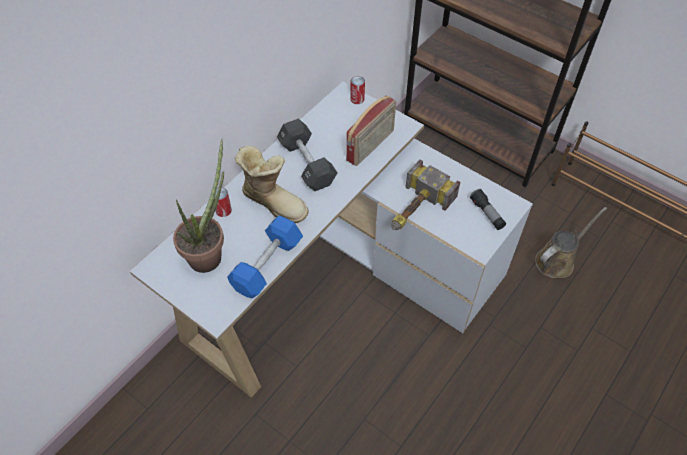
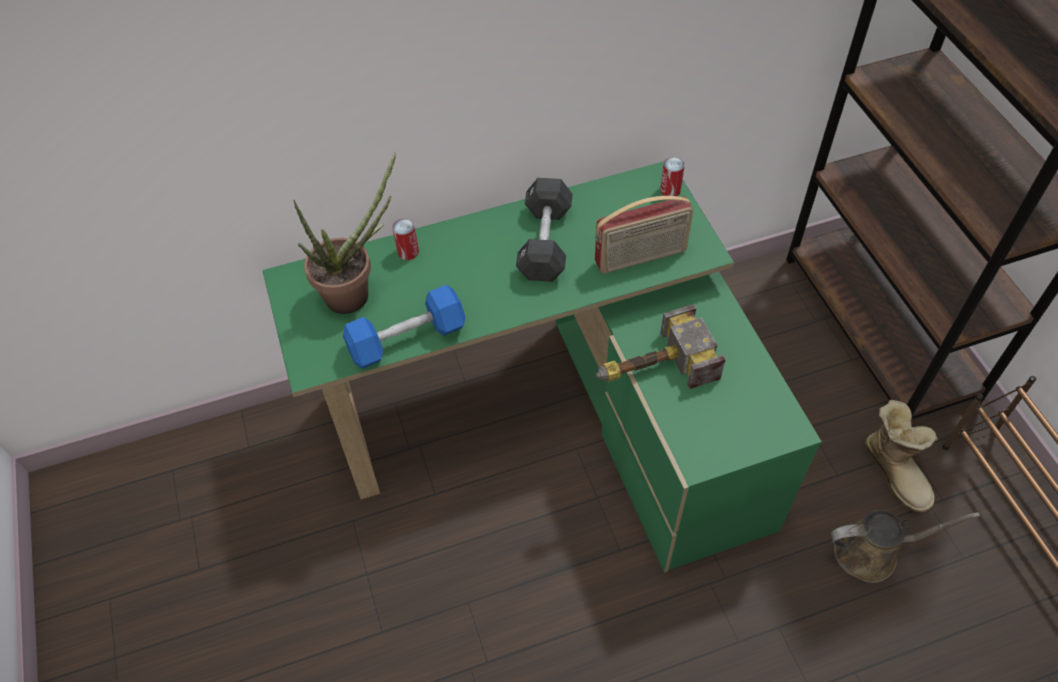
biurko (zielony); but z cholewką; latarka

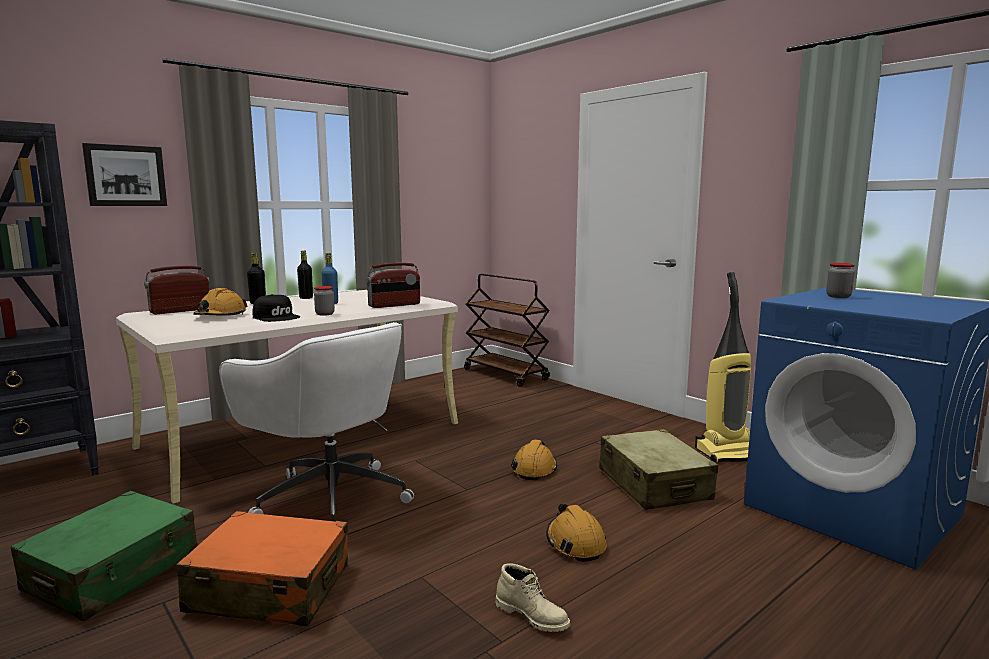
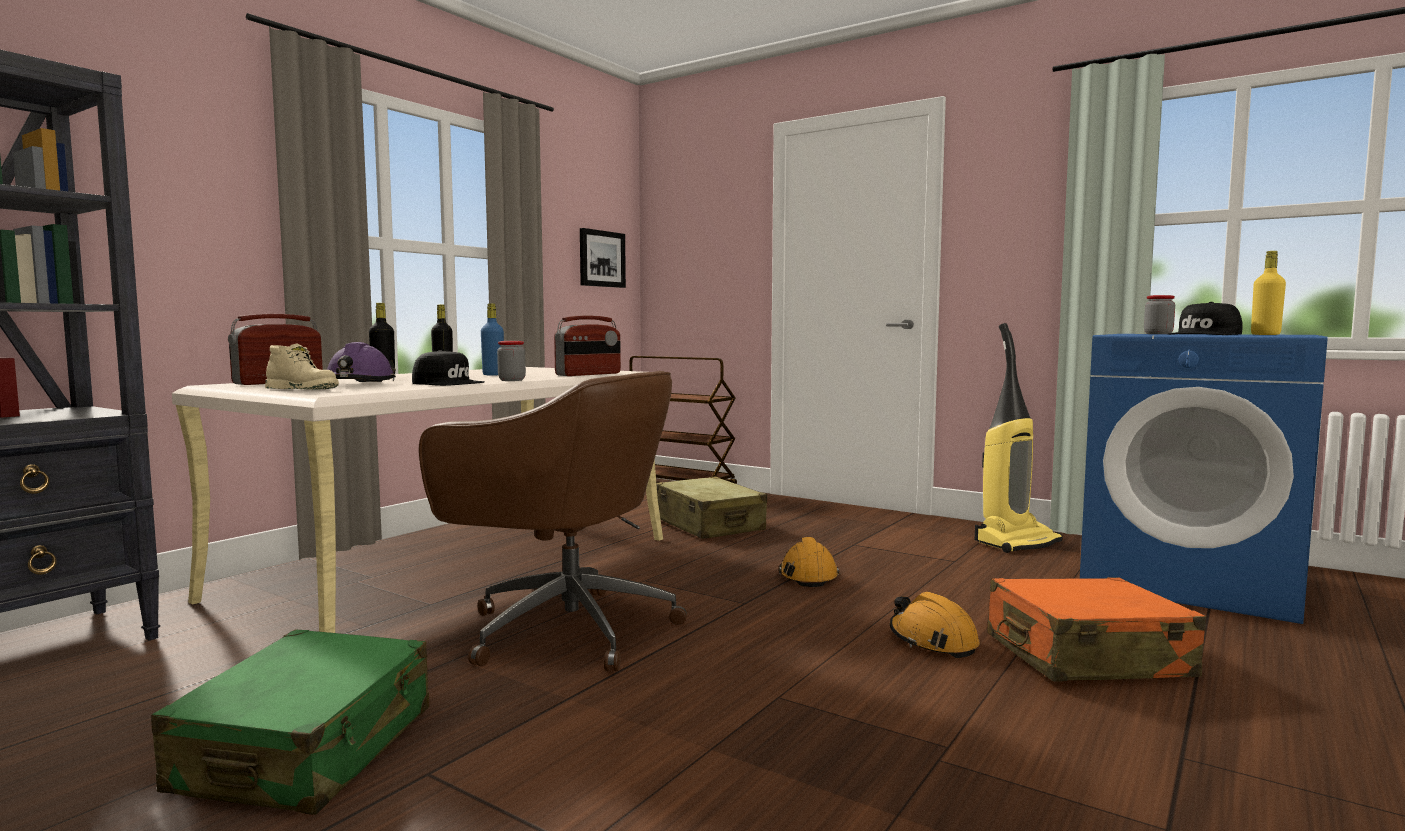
obraz; walizka (pomarańczowy); kask (fioletowy); krzesło biurowe (brązowy); but z cholewką (beżowy); walizka (beżowy); czapka z daszkiem (czarny) (2nd from left); butelka (żółty)

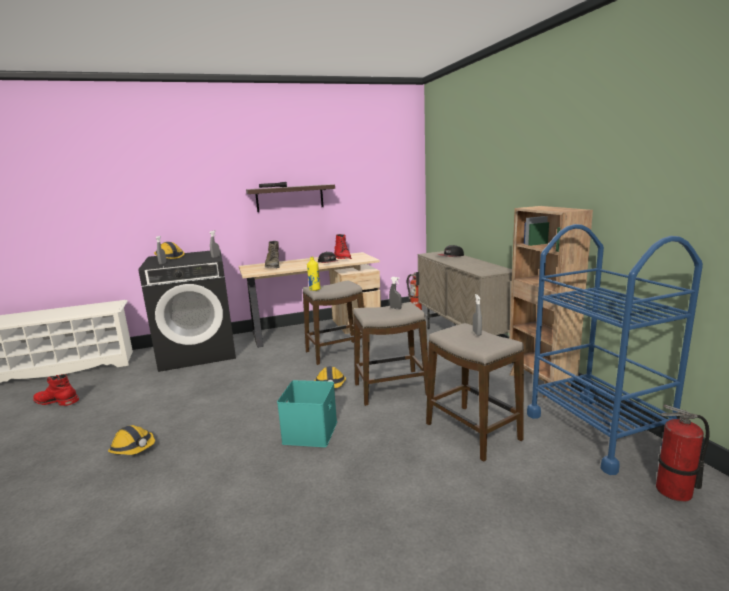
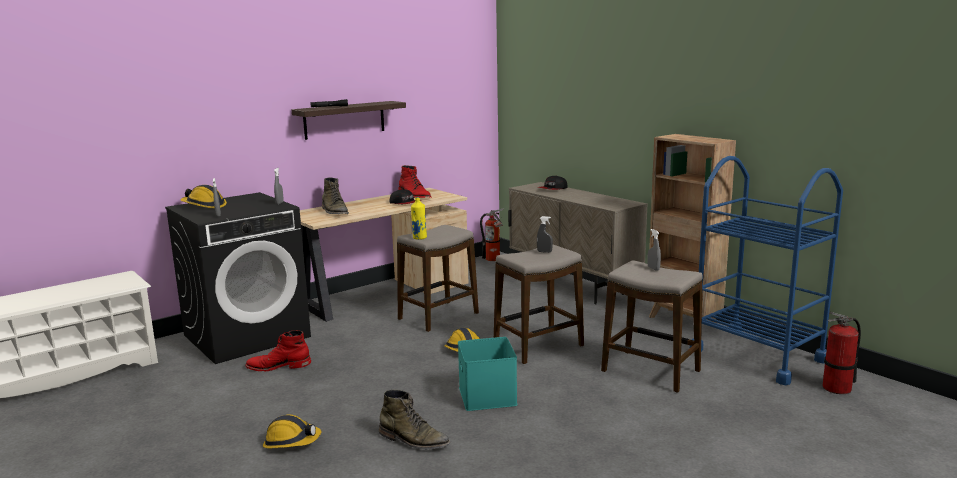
but z cholewką (czerwony) (1st from left); but z cholewką (zielony) (2nd from left)

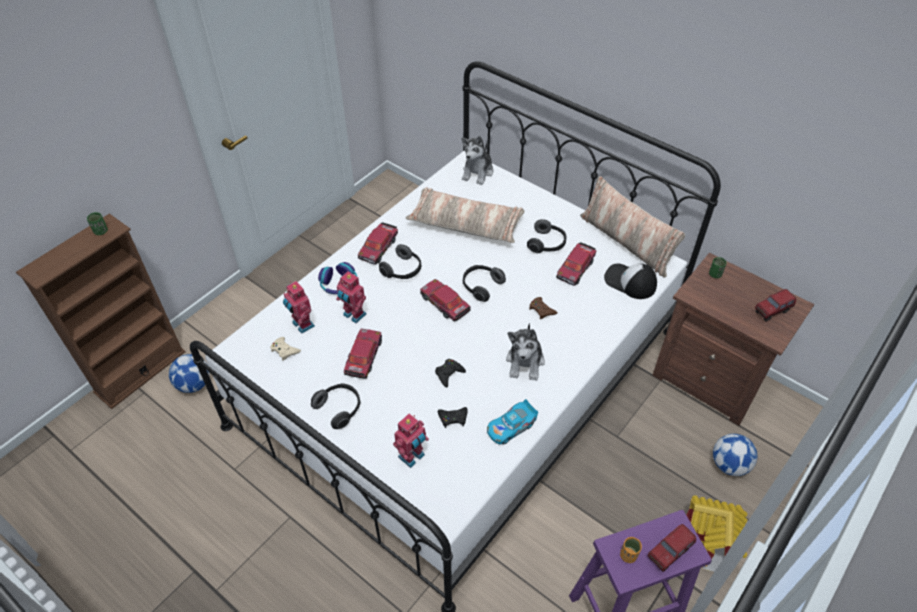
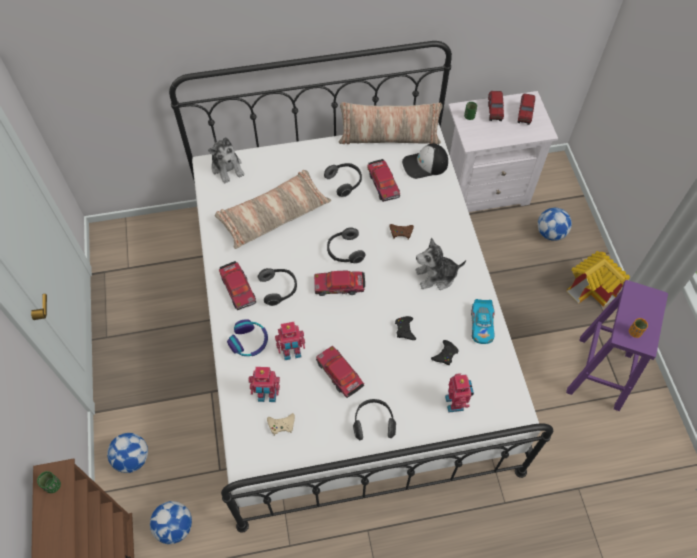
pluszak (2nd from left); ciężarówka zabawkowa (1st from left); szafka nocna (biały); piłka futbolowa (1st from left)

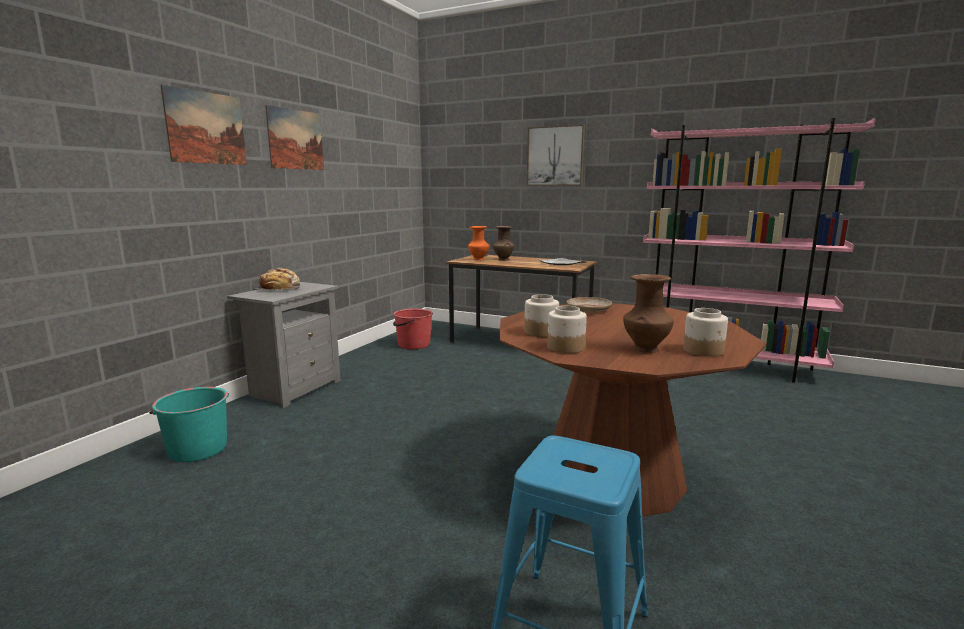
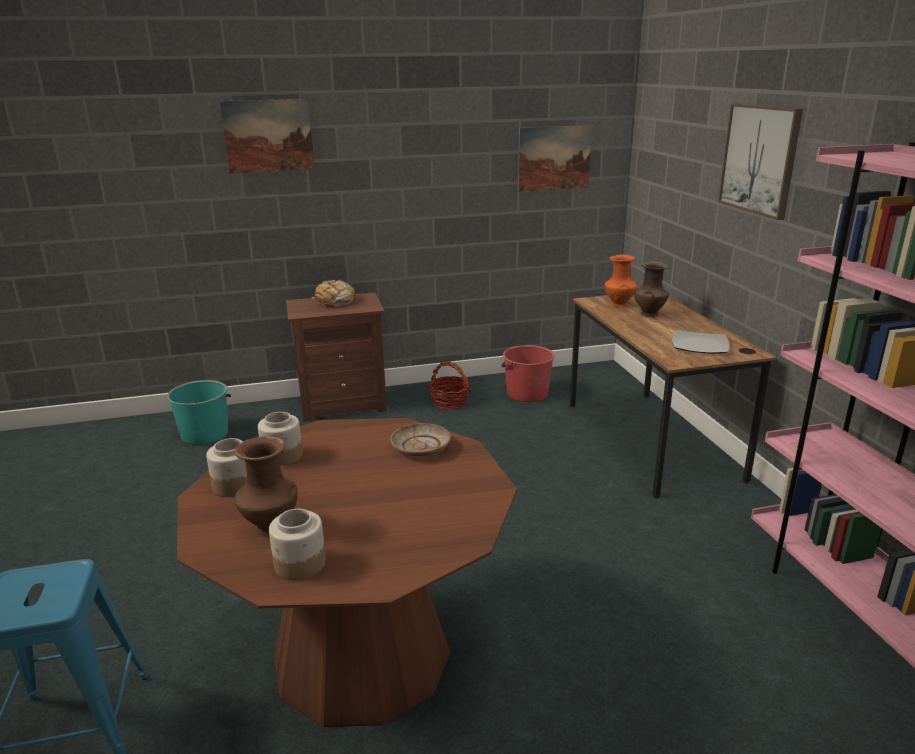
szafka nocna (brązowy); obraz (2nd from left); koszyk

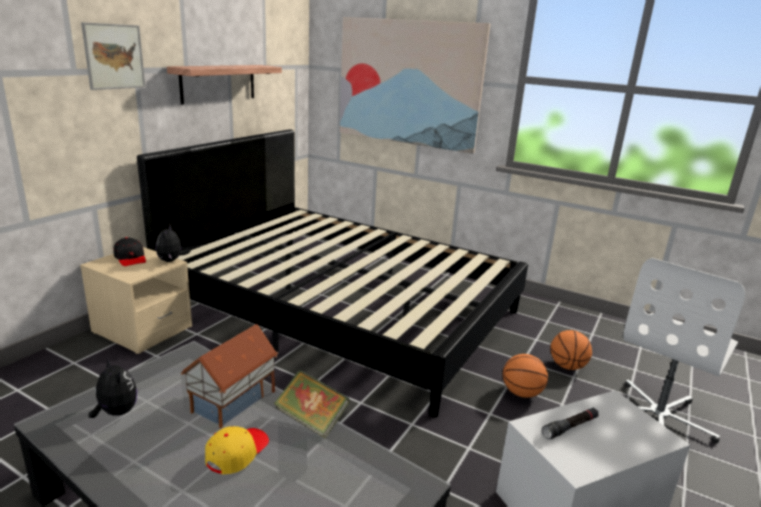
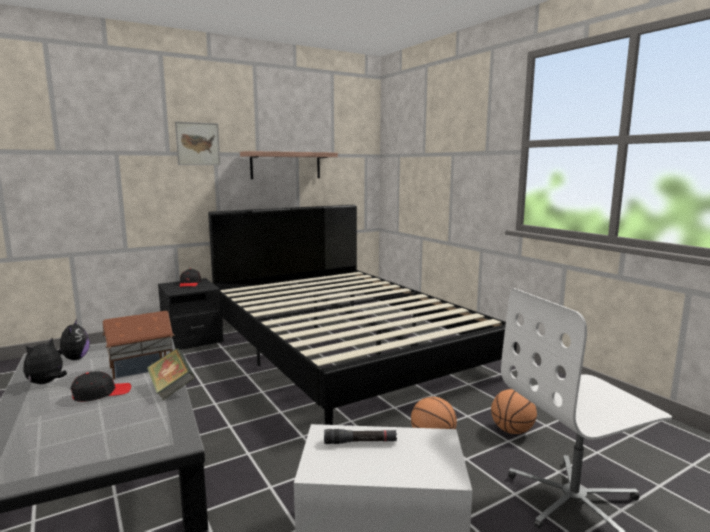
szafka nocna (czarny); pluszak (1st from left); czapka z daszkiem (czarny) (1st from left); obraz (2nd from left in the first image)

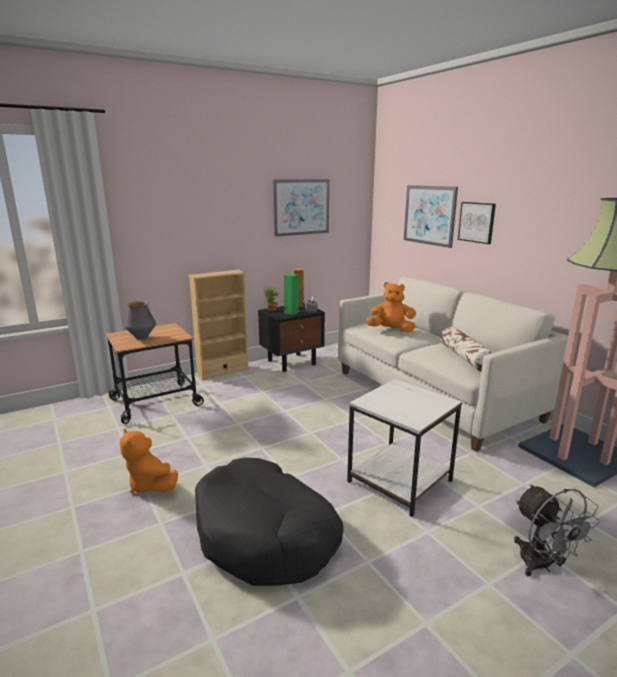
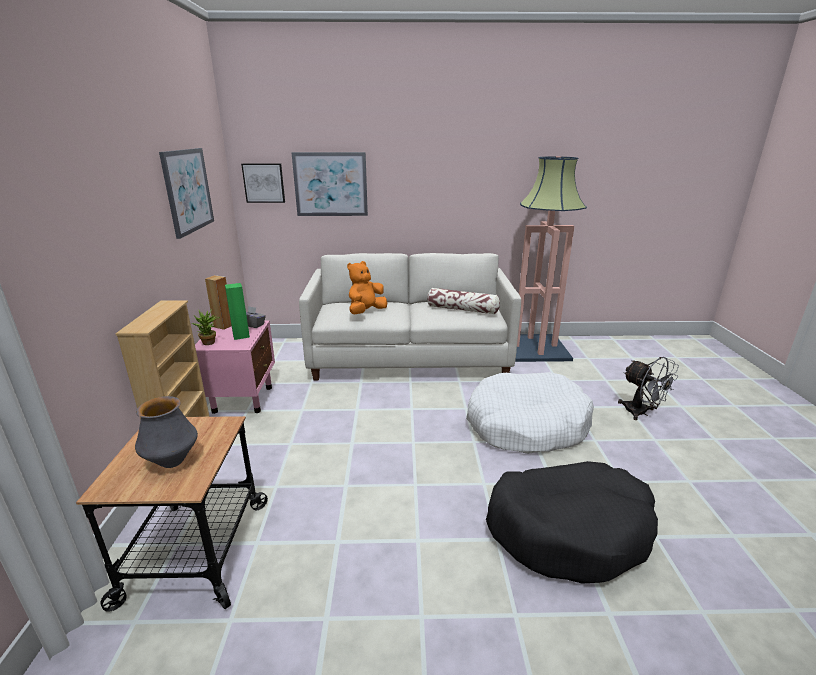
pluszak (pomarańczowy) (1st from left in the first image); szafka nocna (różowy); legowisko (biały); obraz (2nd from left); wentylator (szary)

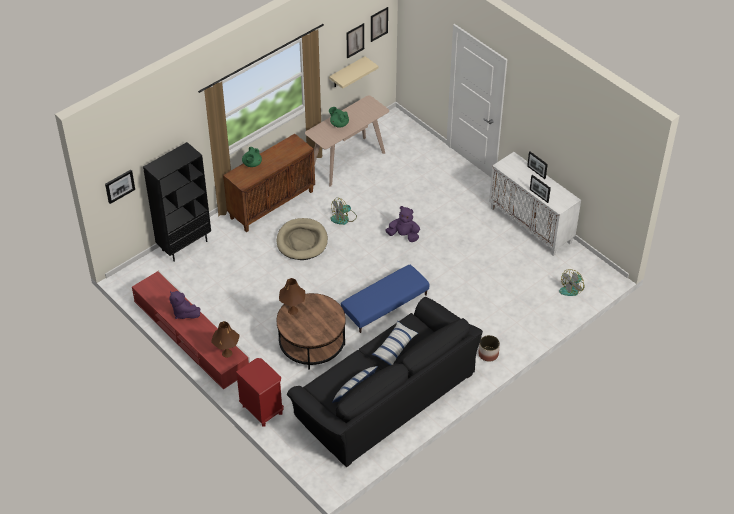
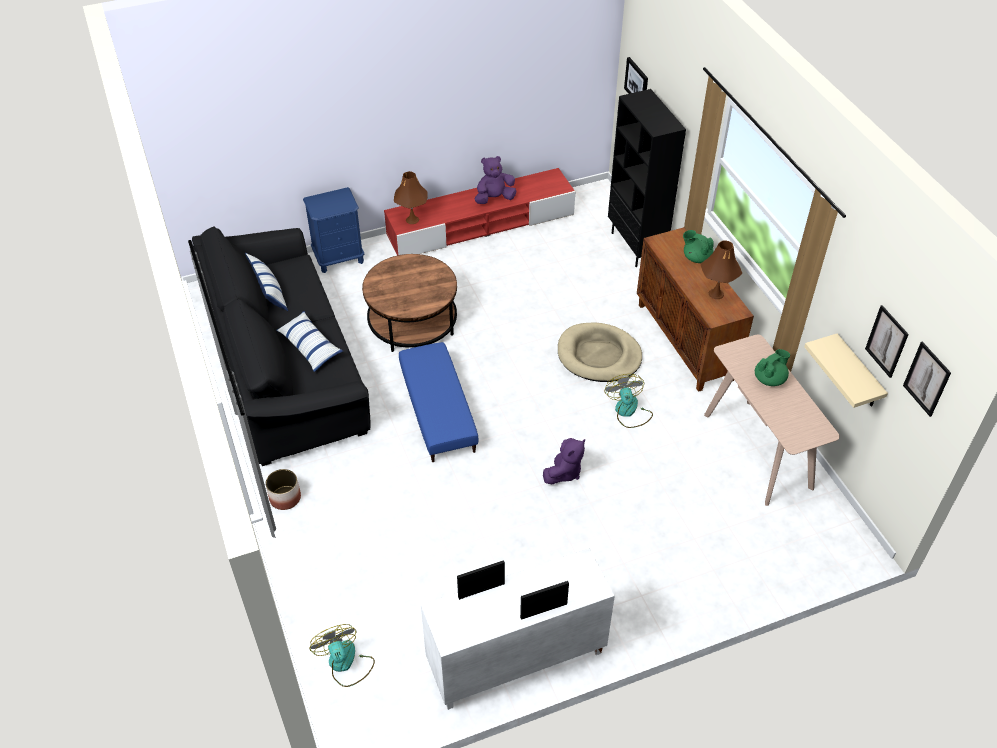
szafka nocna (niebieski); lampa stołowa (brązowy) (2nd from left)

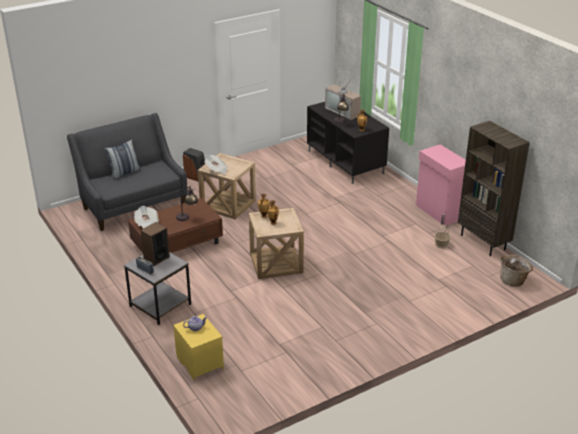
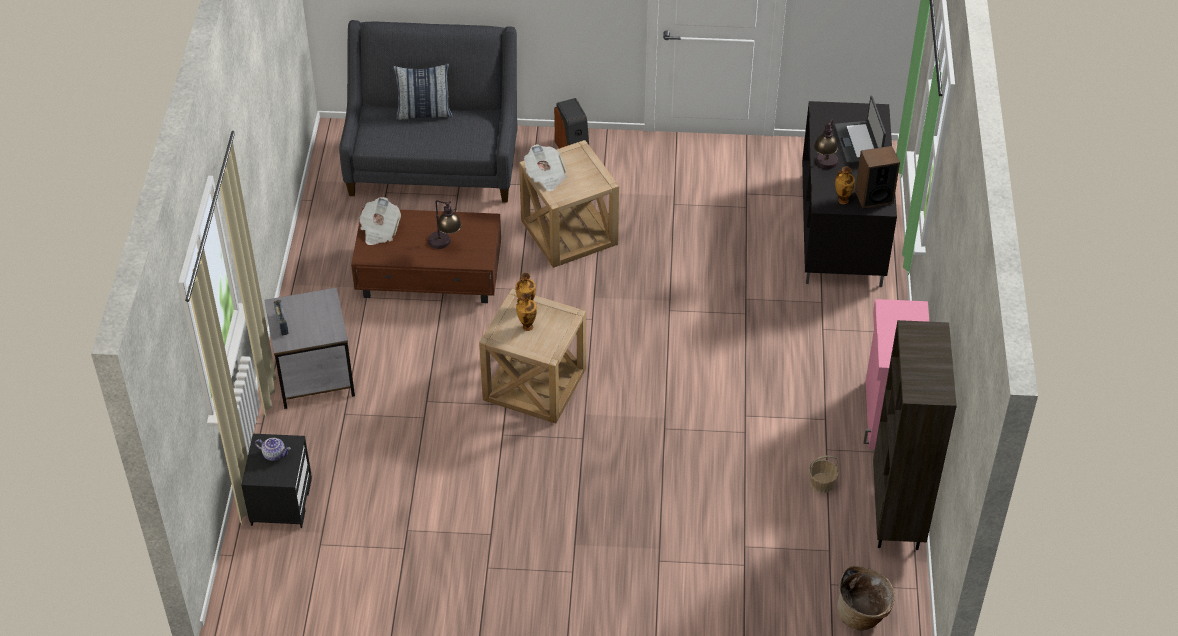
głośnik (2nd from left); szafka nocna (czarny); laptop

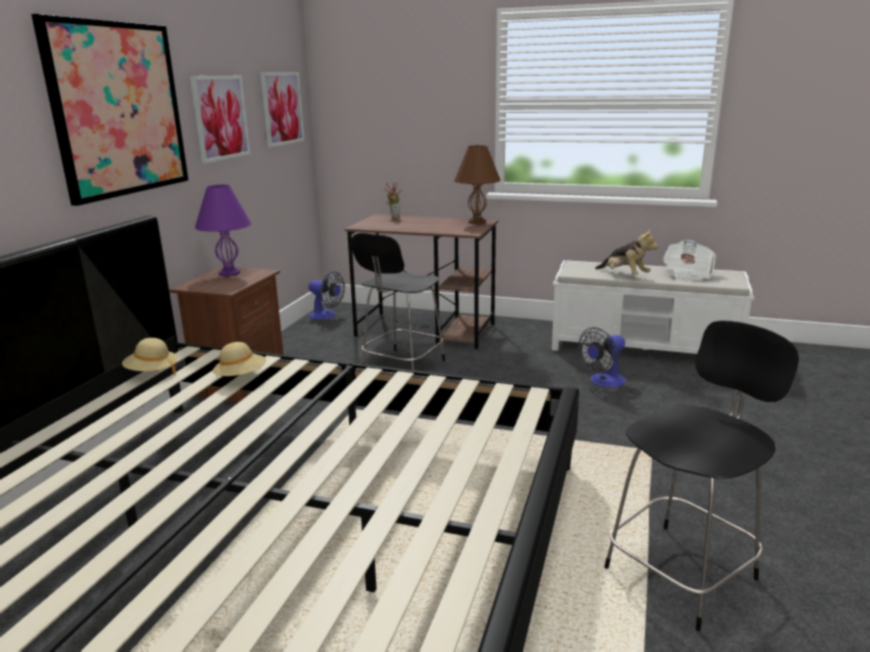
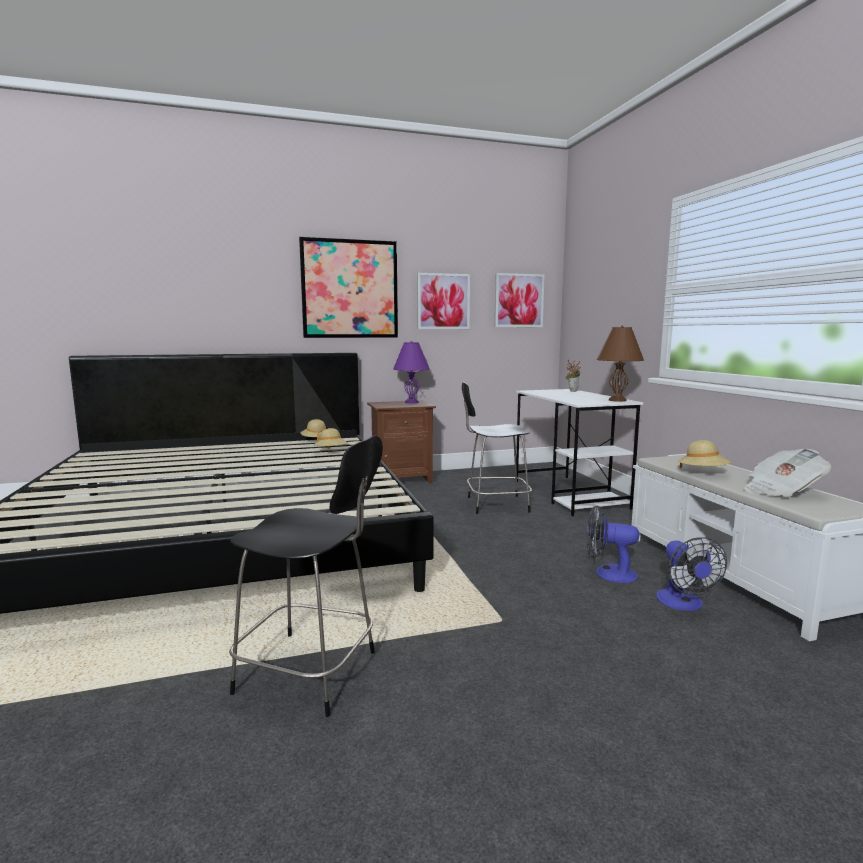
wentylator (2nd from left); biurko (biały); kapelusz (beżowy) (3rd from left)

